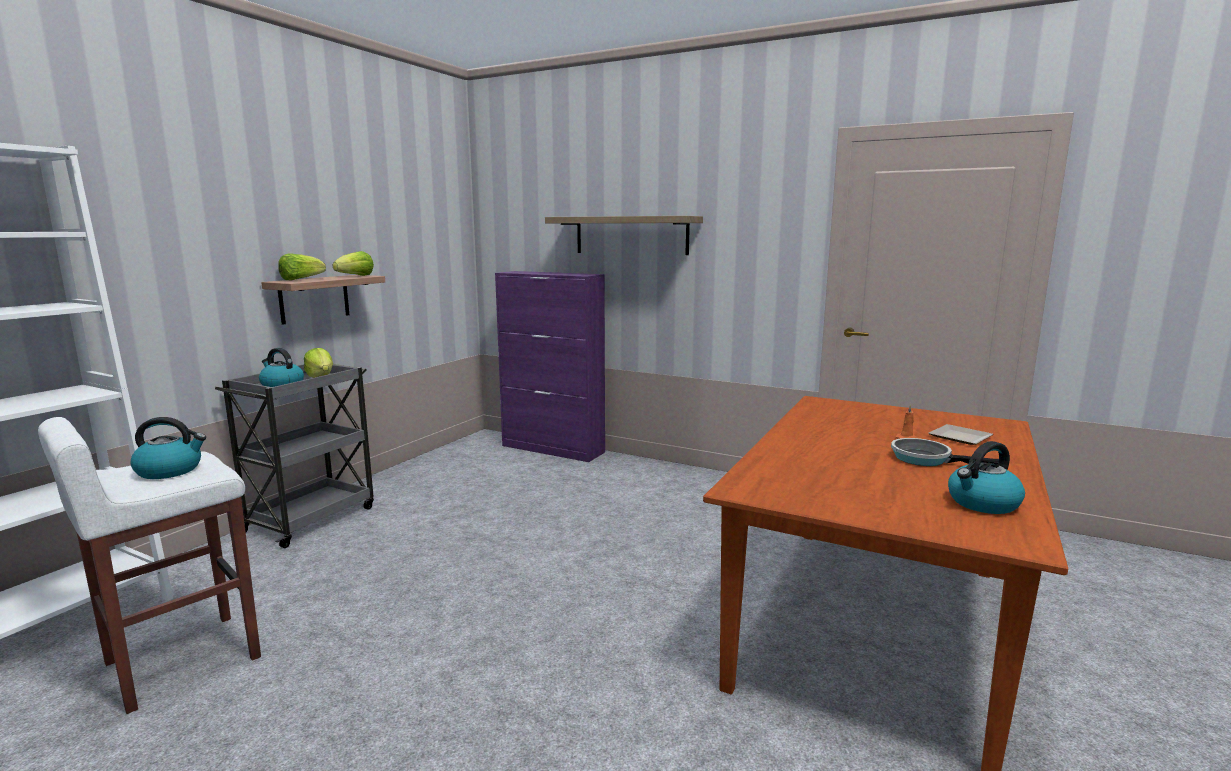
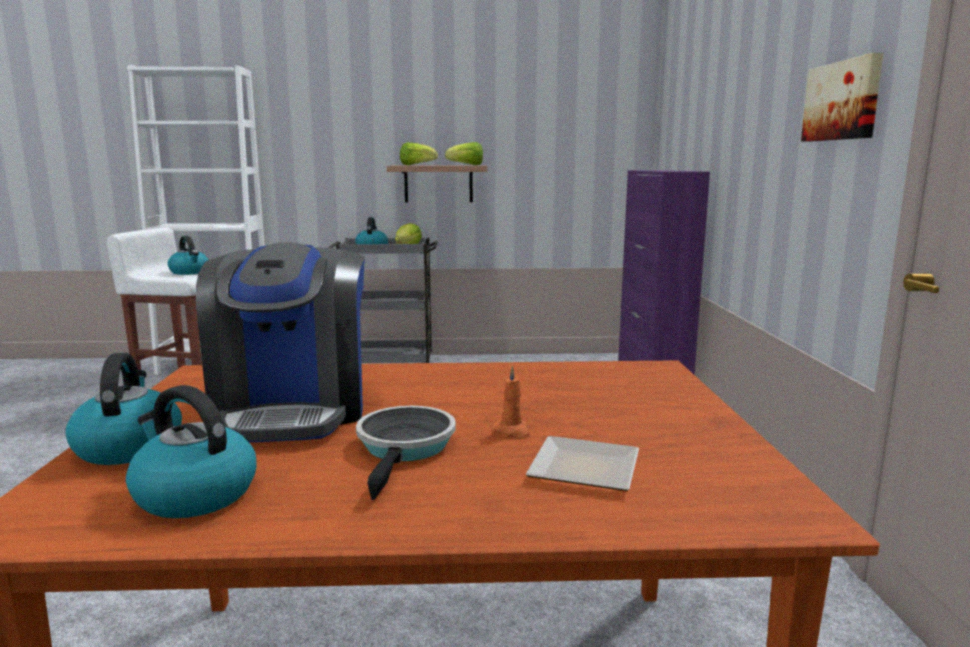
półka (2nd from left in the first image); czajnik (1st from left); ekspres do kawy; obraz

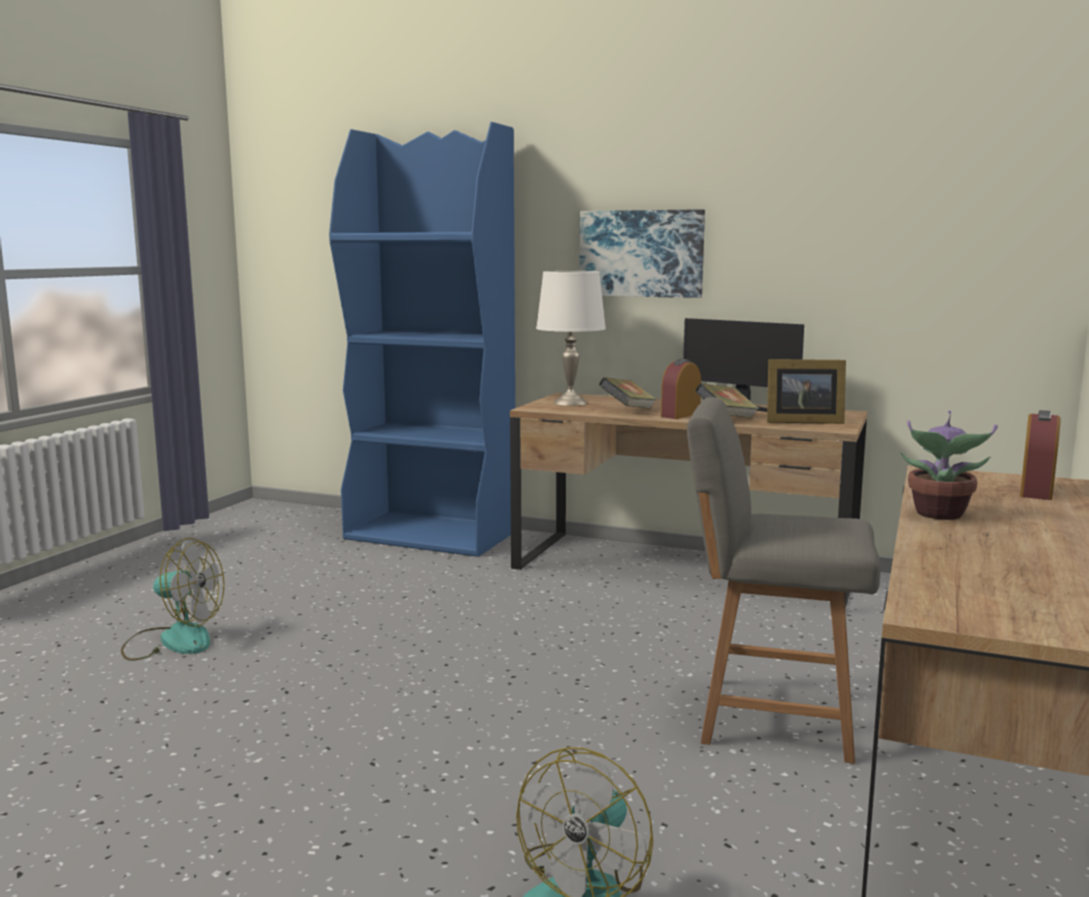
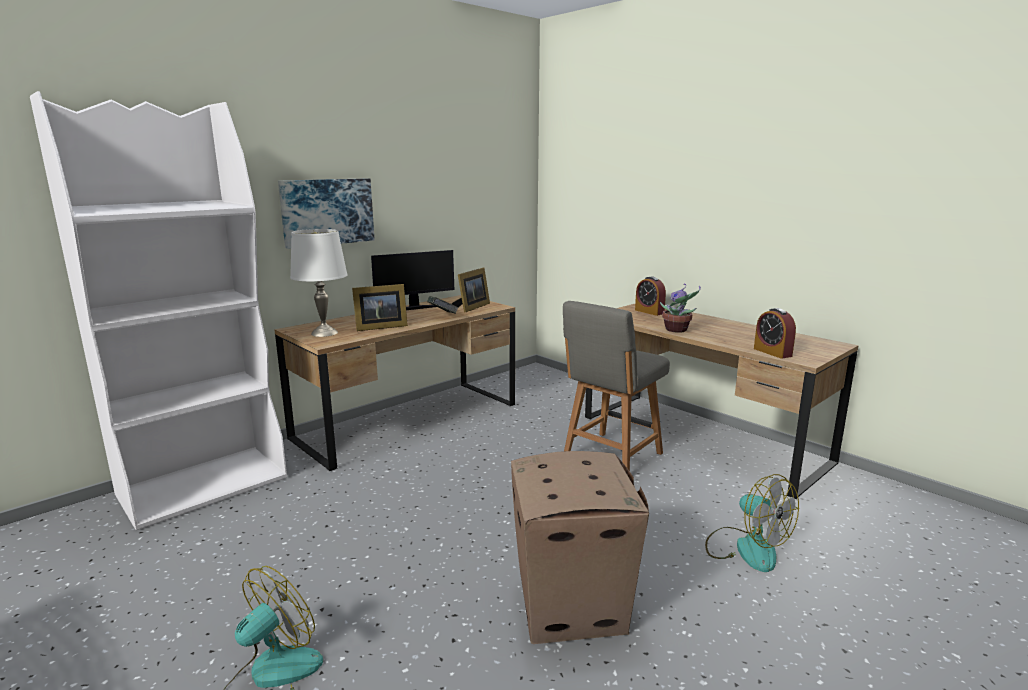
regał (biały); ramka na zdjęcie (1st from left); budzik (2nd from left); karton

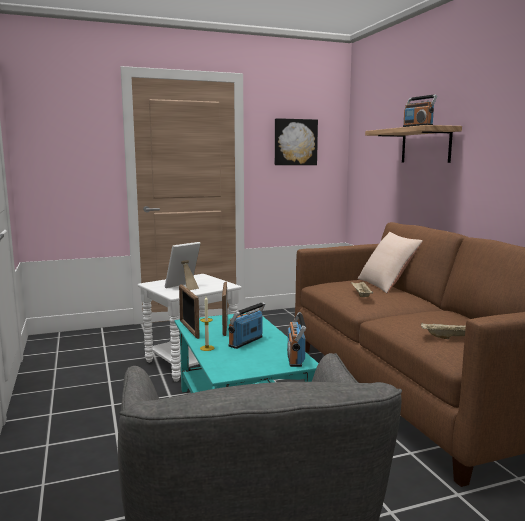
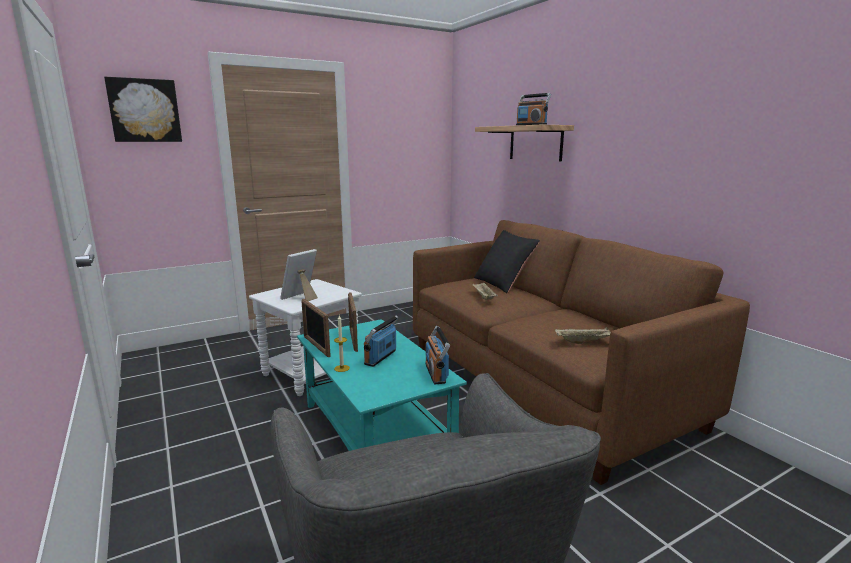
obraz; poduszka (czarny)

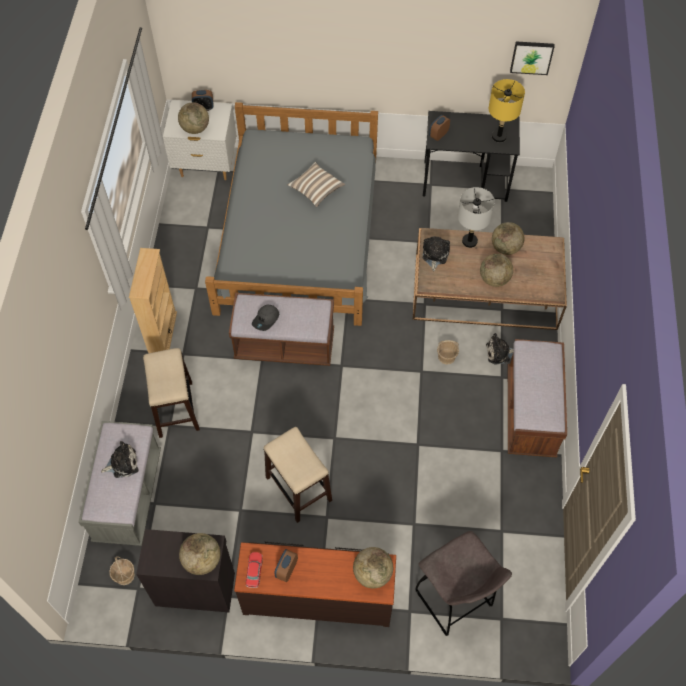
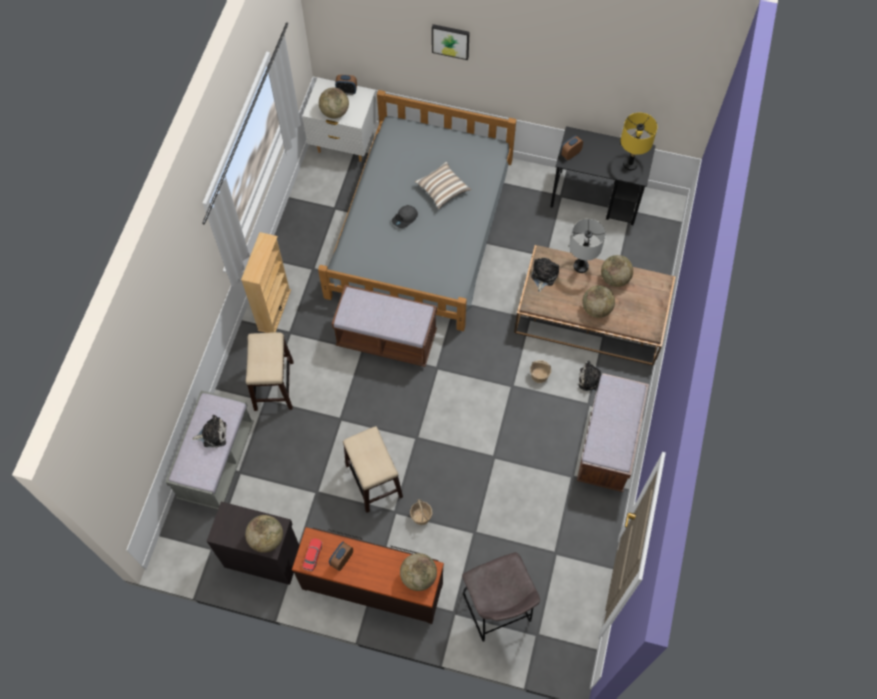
koszyk (1st from left); czapka z daszkiem (szary); obraz

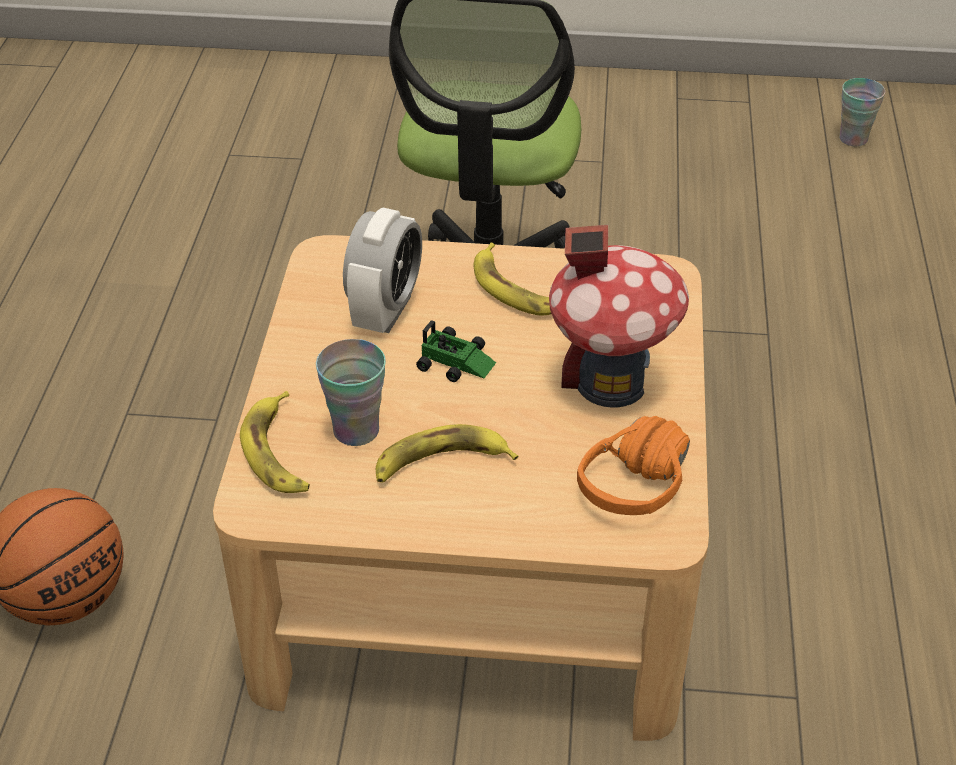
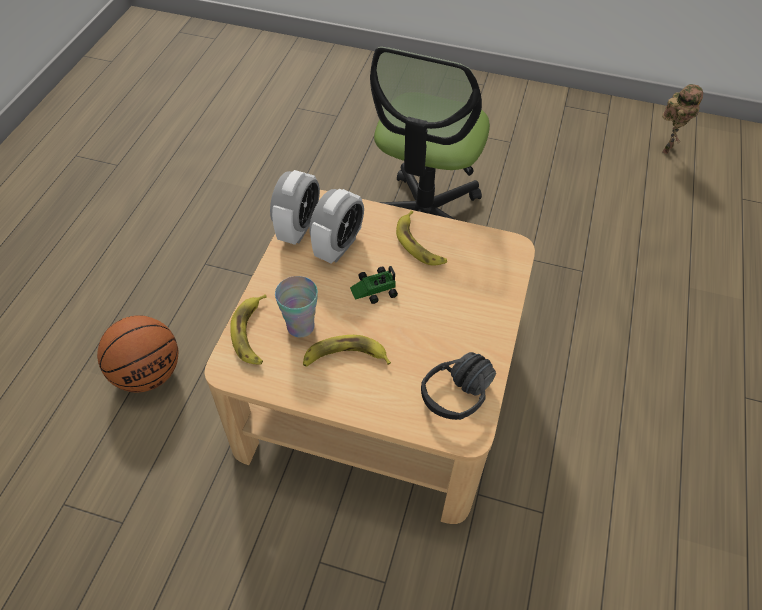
samochodzik; domek; słuchawki (czarny); robot zabawkowy; budzik (1st from left)

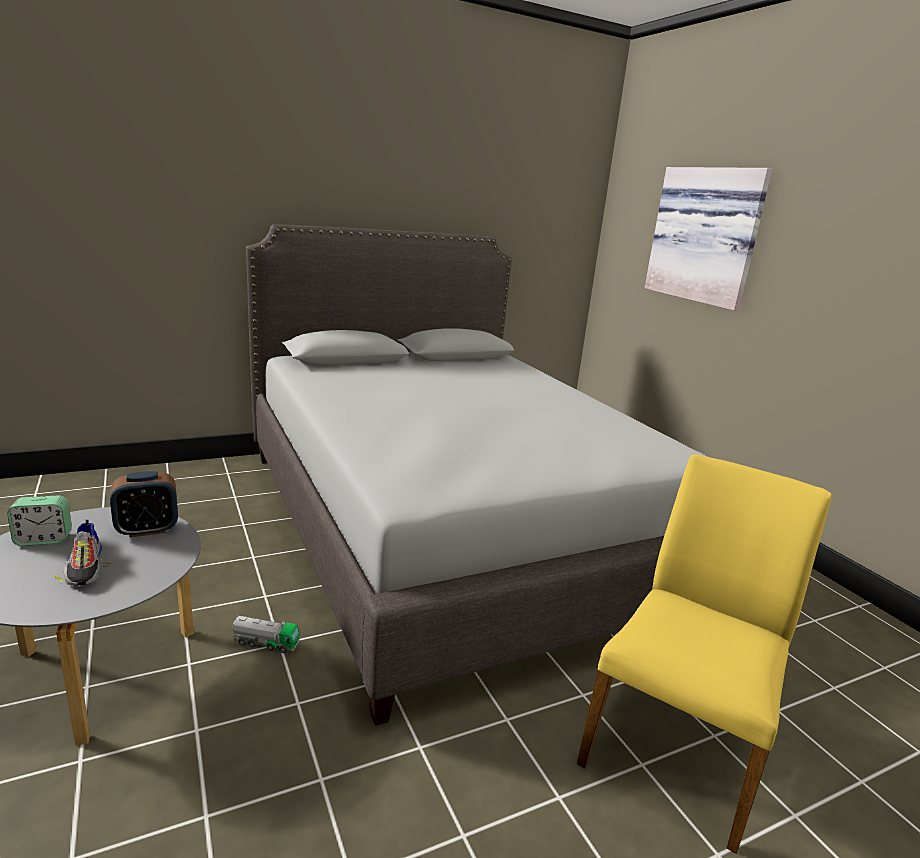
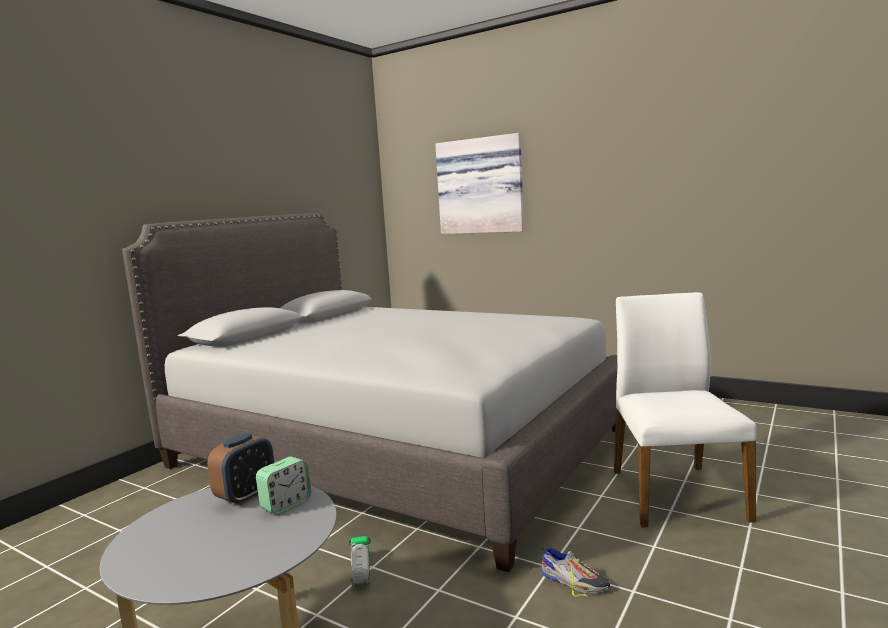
budzik (2nd from left); but; ciężarówka zabawkowa; krzesło (biały)

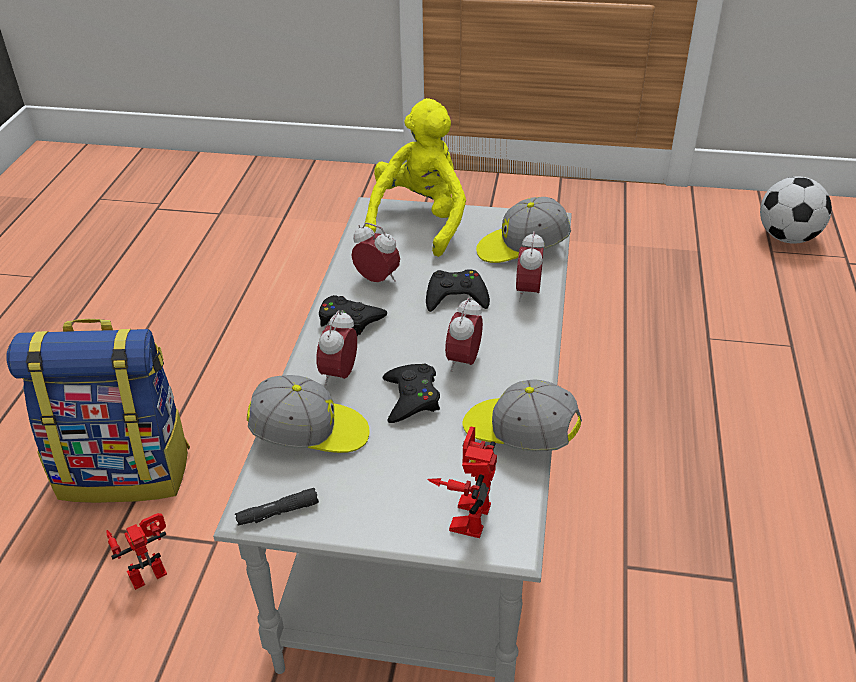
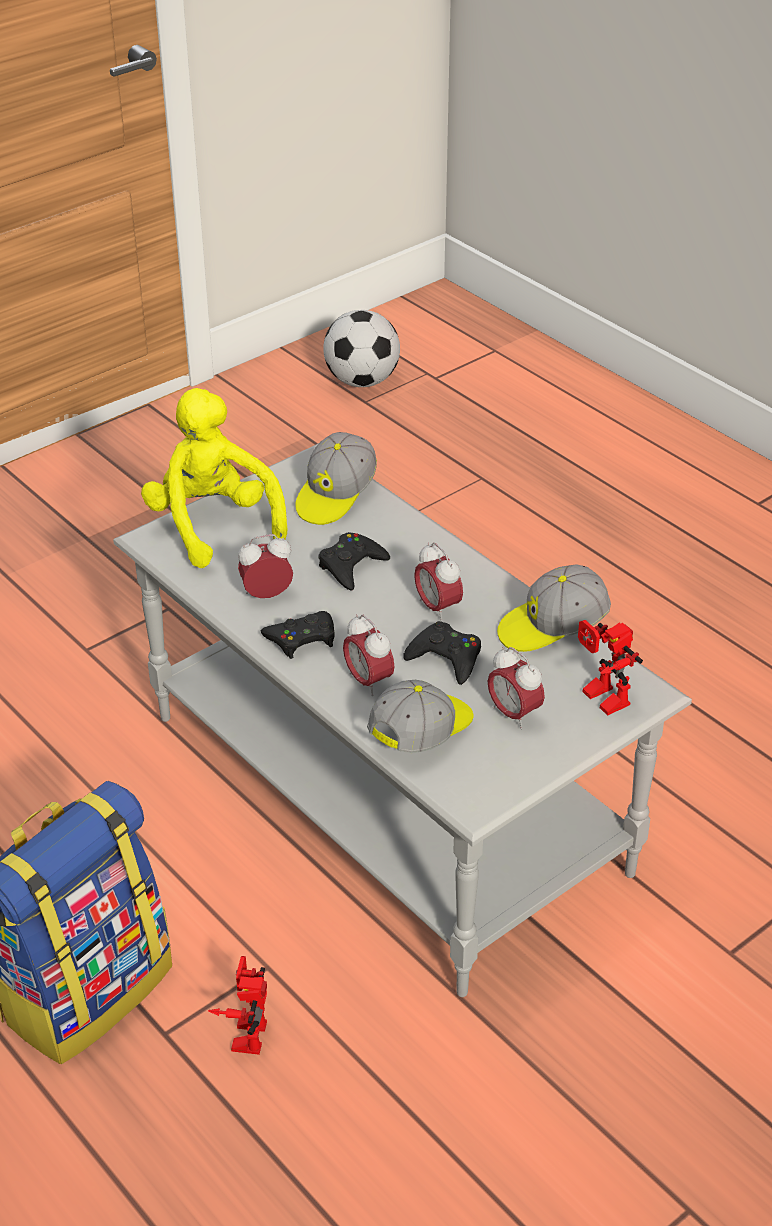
latarka (czarny); budzik (4th from left)

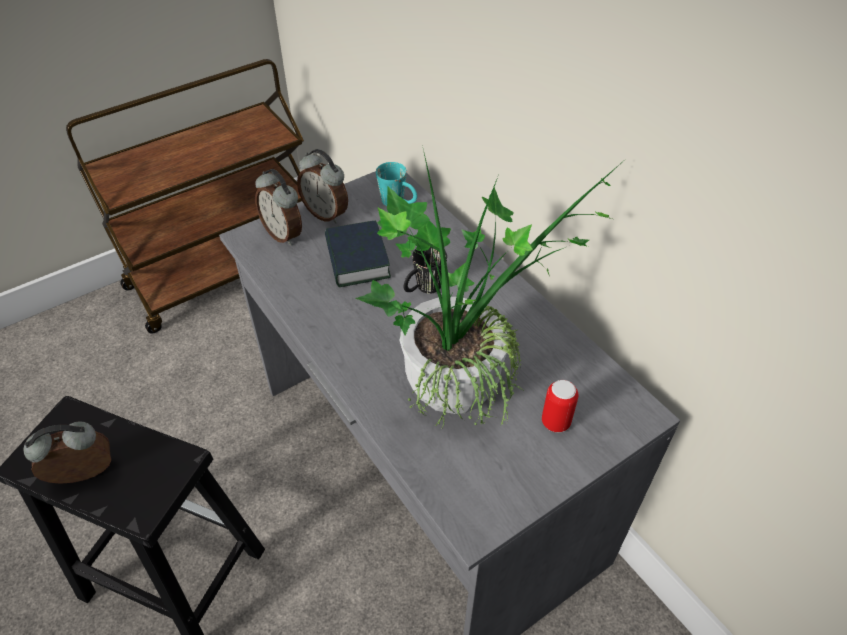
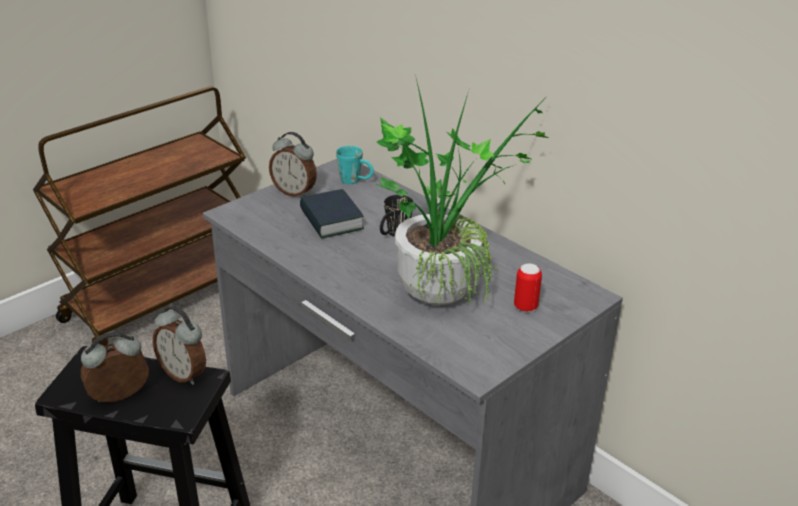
budzik (2nd from left)

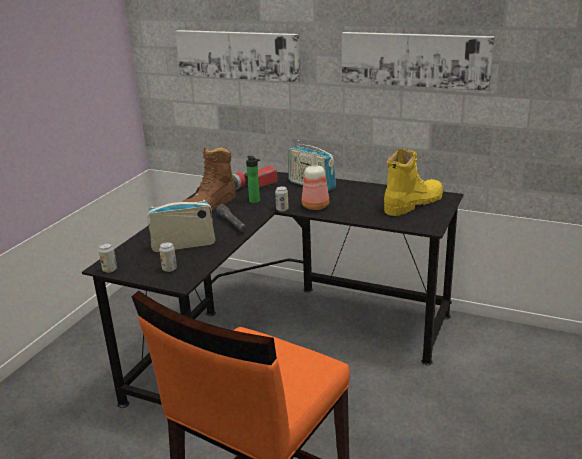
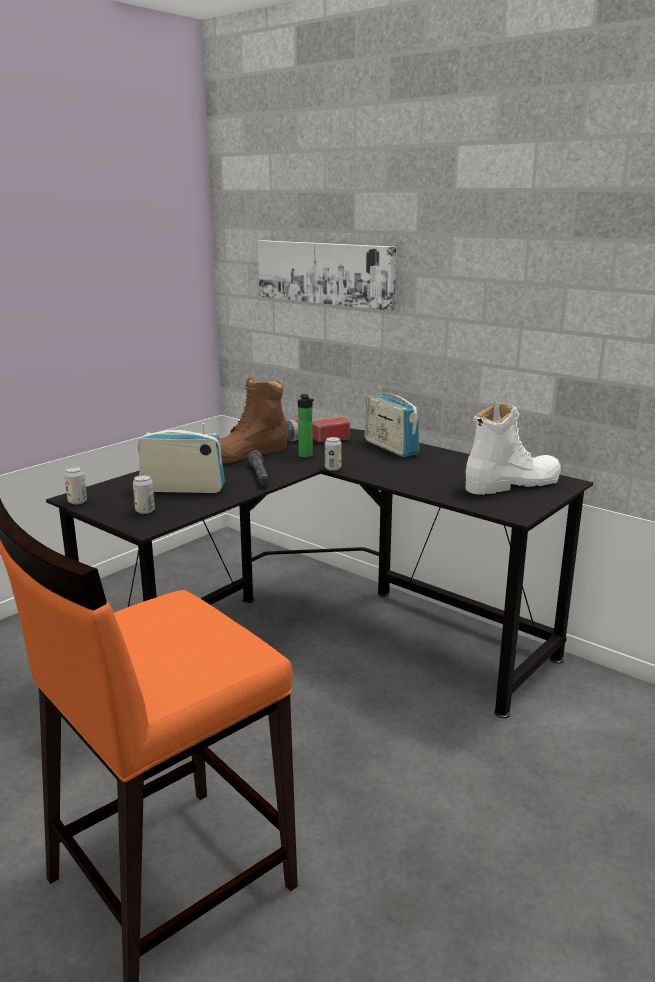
butelka (2nd from left in the first image); obraz (2nd from left in the first image); but z cholewką (biały)

